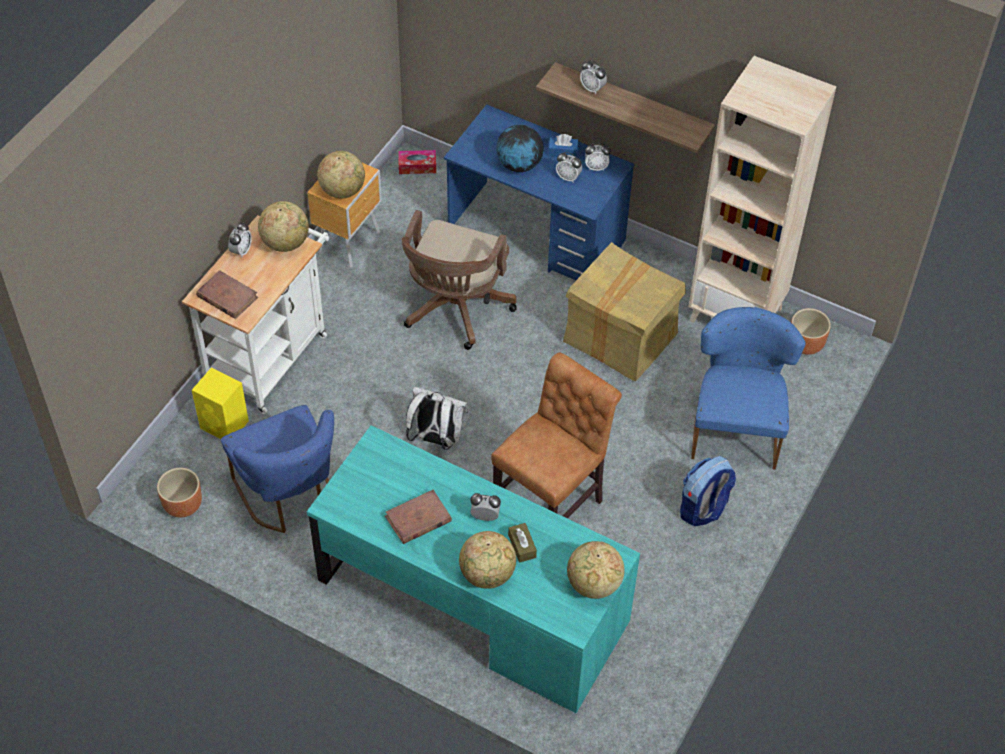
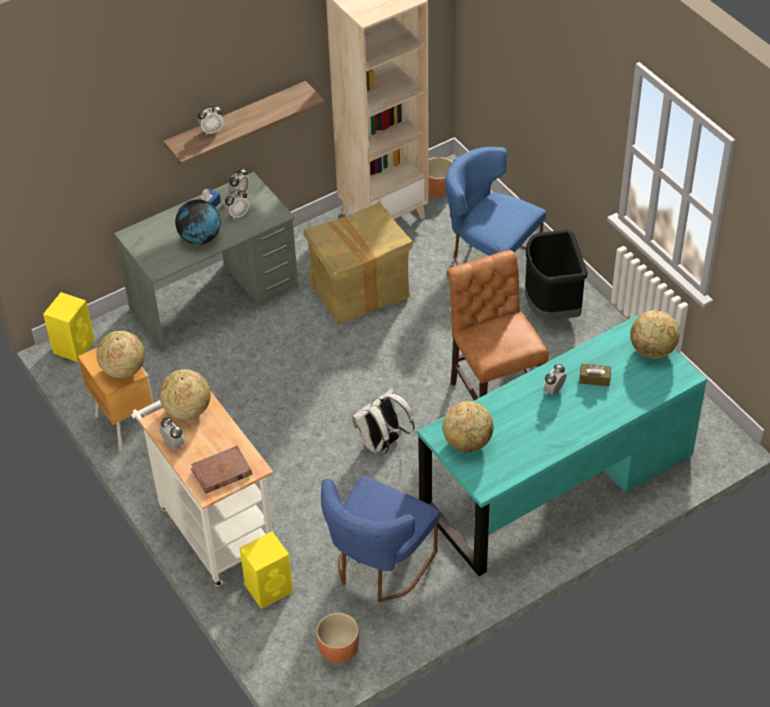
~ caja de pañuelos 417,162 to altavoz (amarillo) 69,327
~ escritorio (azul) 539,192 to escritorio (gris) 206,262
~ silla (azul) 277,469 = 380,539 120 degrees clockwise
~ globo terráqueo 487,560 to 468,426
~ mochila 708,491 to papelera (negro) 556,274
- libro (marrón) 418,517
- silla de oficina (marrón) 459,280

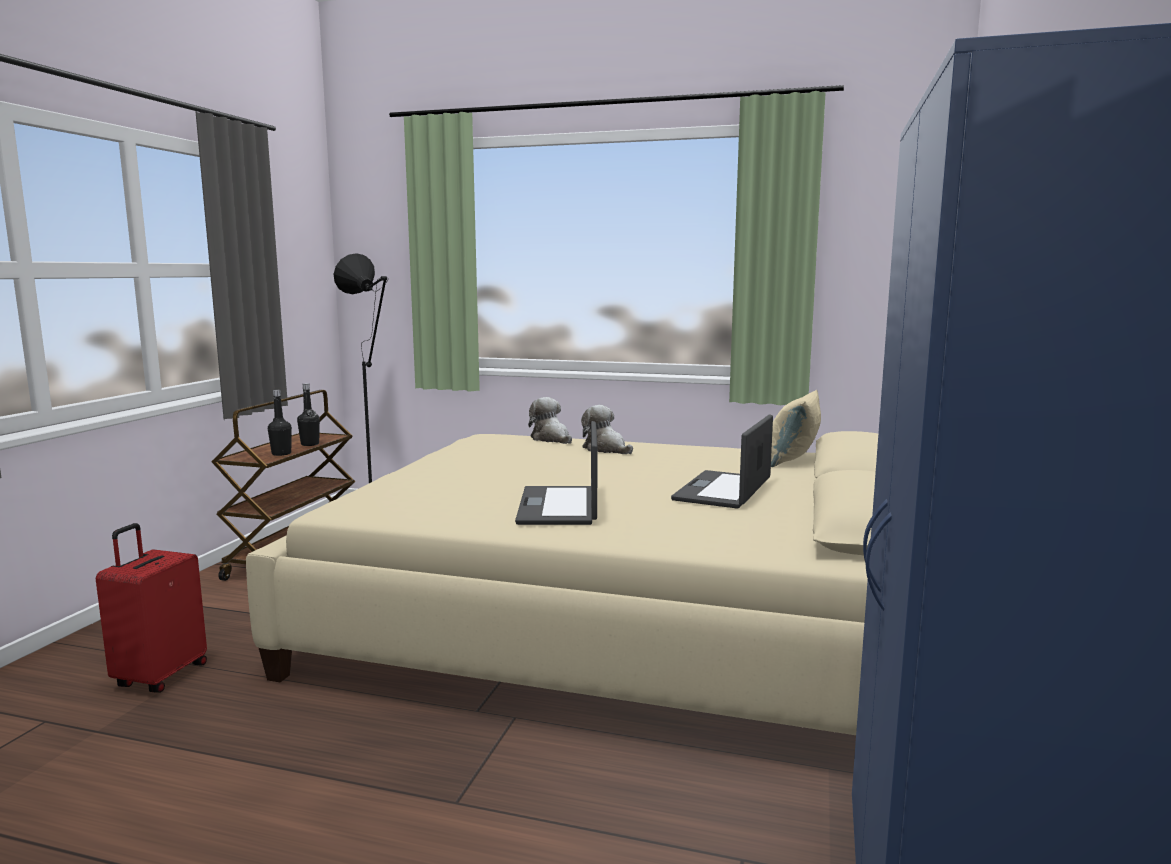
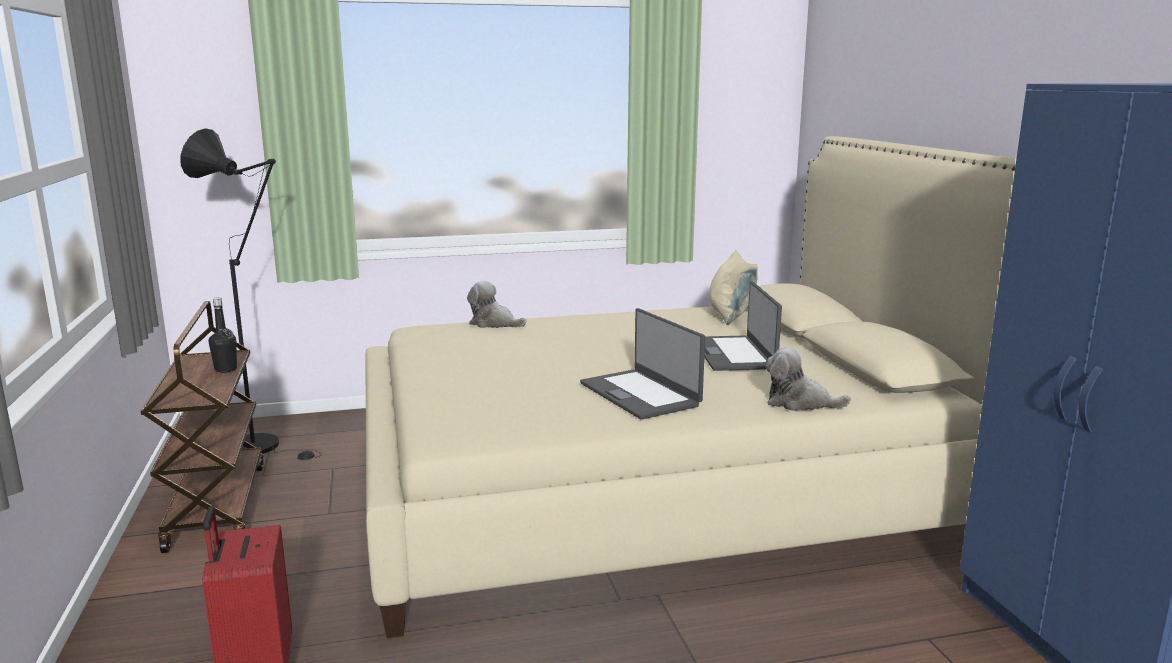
~ peluche 607,429 to 808,379
- botella (negro) 280,423

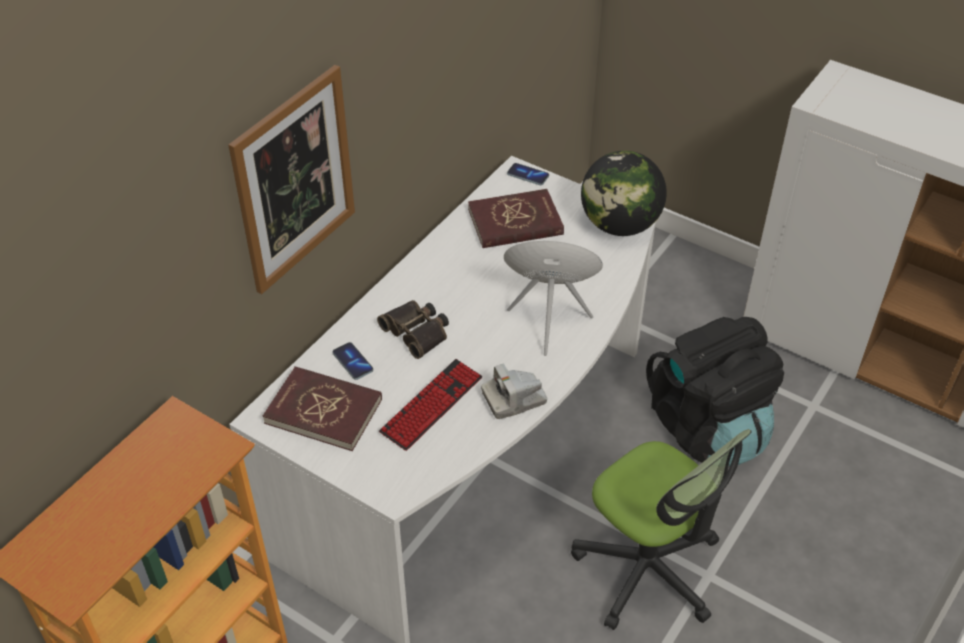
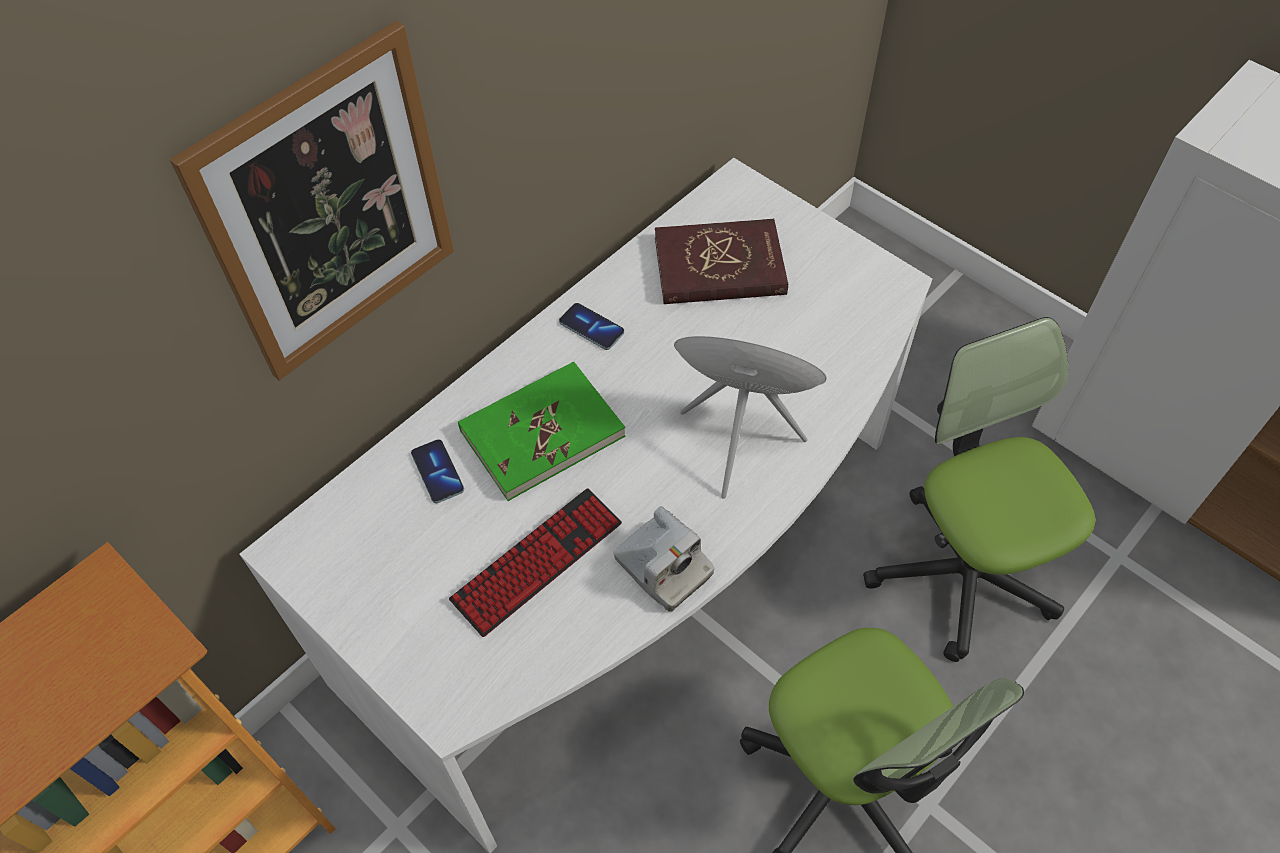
~ prismáticos 413,329 to libro (verde) 542,431
~ móvil 528,174 to 591,326
~ cámara 514,391 = 663,559 120 degrees counterclockwise
~ mochila (negro) 715,391 to silla de oficina 979,489
- libro (rojo) 322,408
- globo terráqueo 624,193

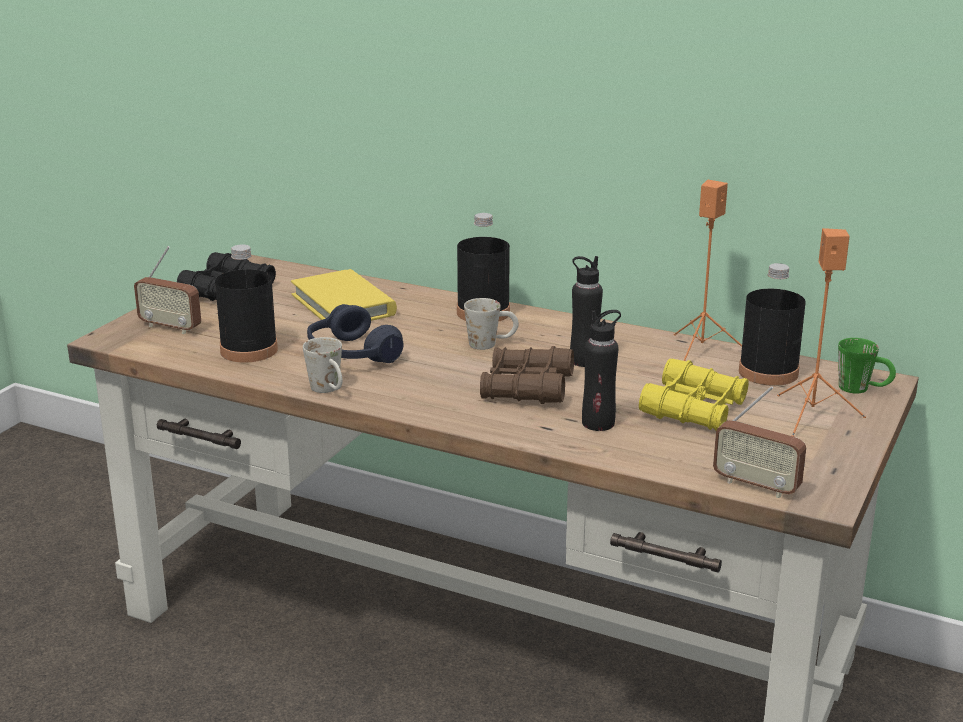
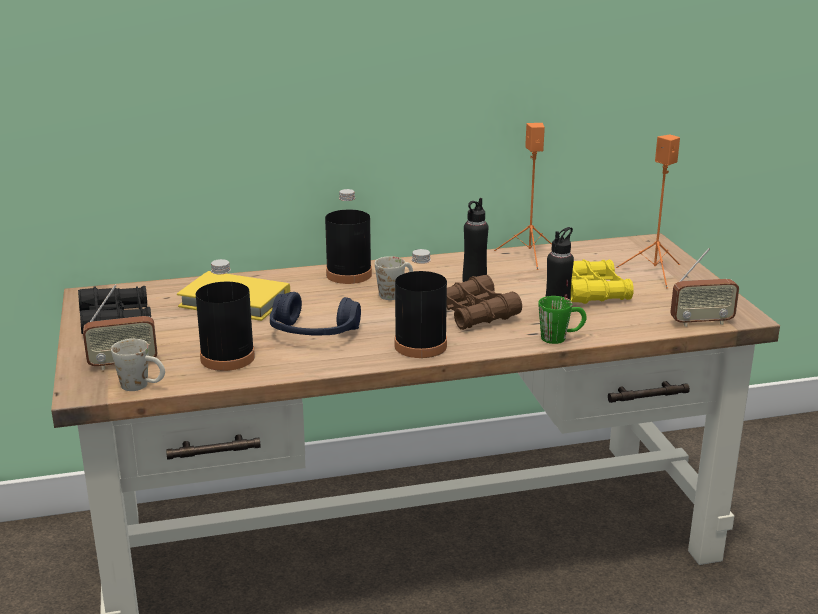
~ taza grande (blanco) 322,365 to 138,365
~ botella (negro) 772,324 to 420,303
~ taza grande (verde) 867,366 to 562,320

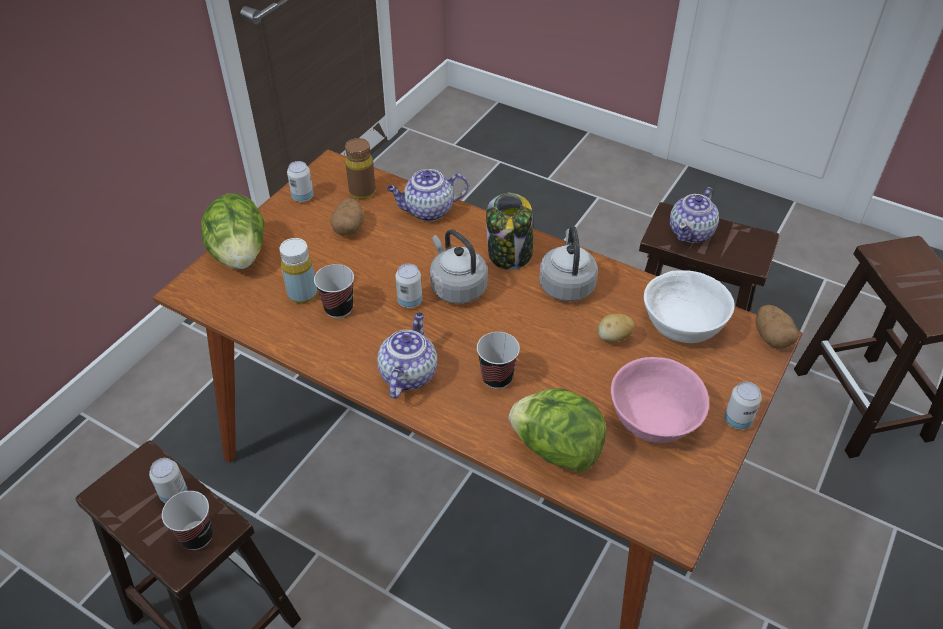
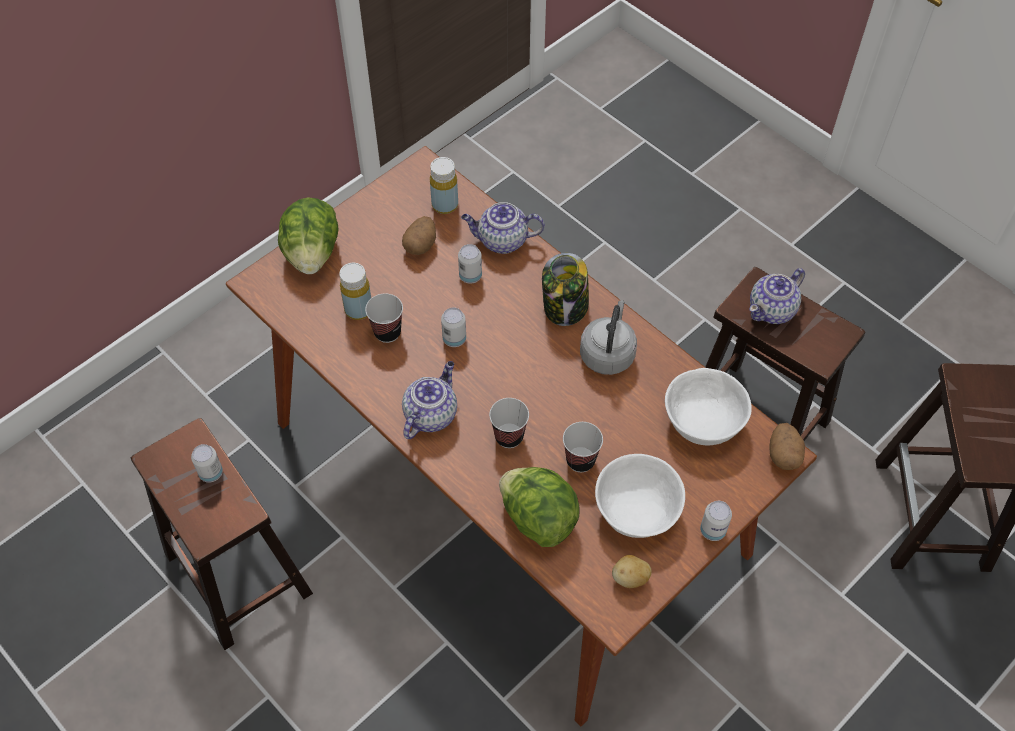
~ botella (marrón) 360,168 to botella (amarillo) 444,185
~ lata 300,181 to 470,264
~ taza 187,520 to 583,447
~ cuenco (rosa) 660,400 to cuenco (blanco) 640,496
~ patata 615,328 to 632,571
- hervidor (gris) 459,266

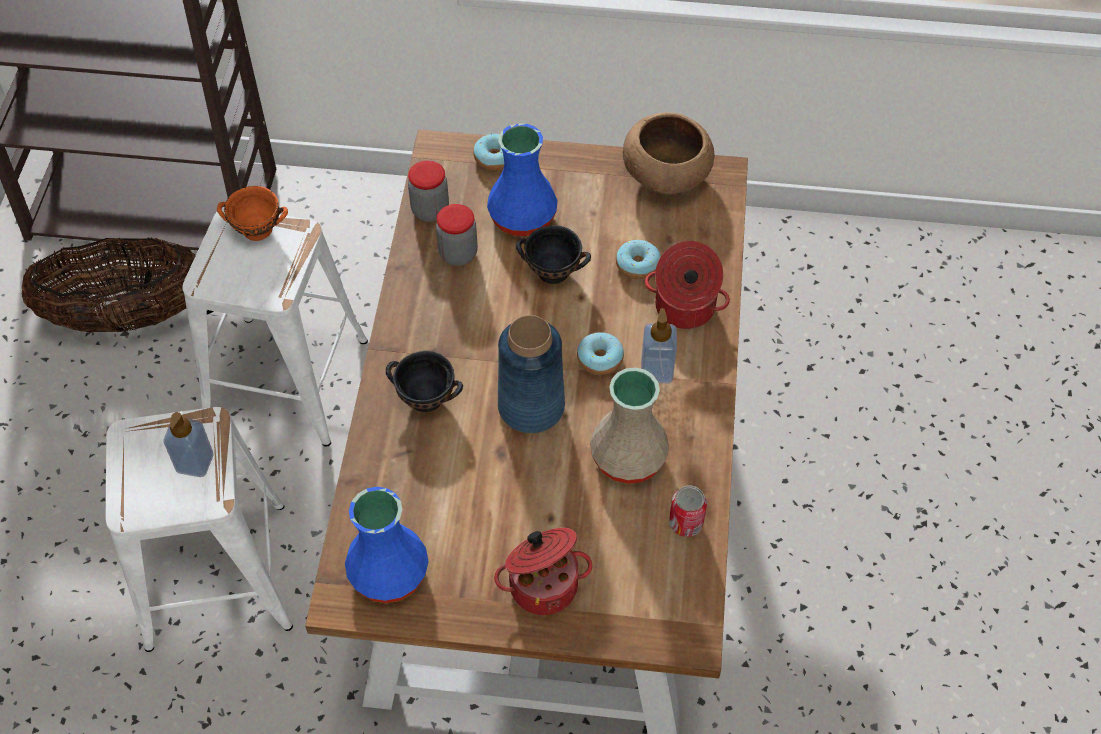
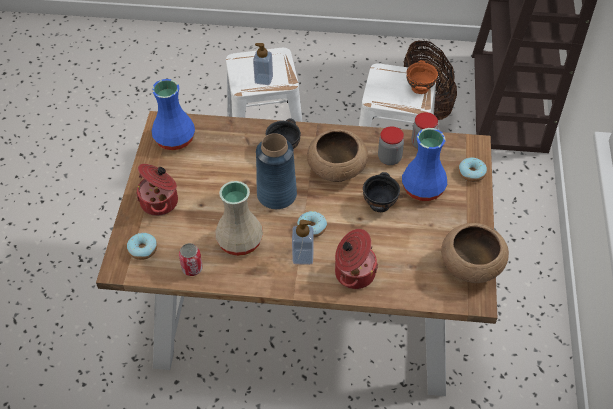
~ rosquilla 638,260 to 142,246
+ cuenco (marrón) 337,155

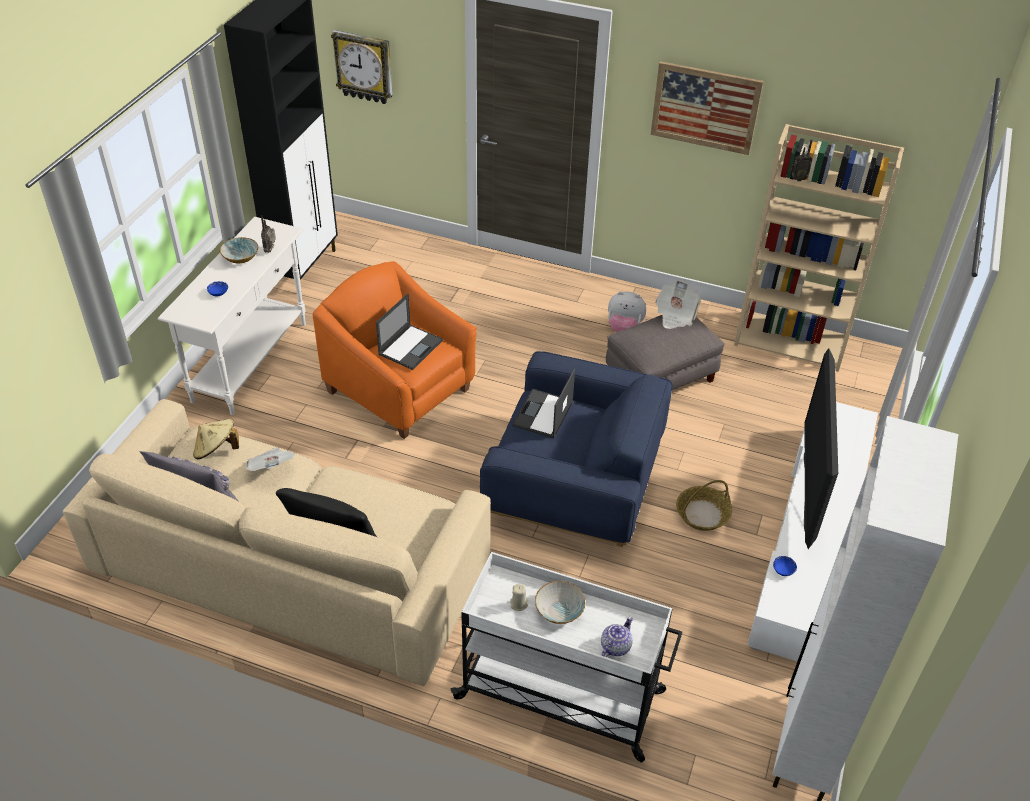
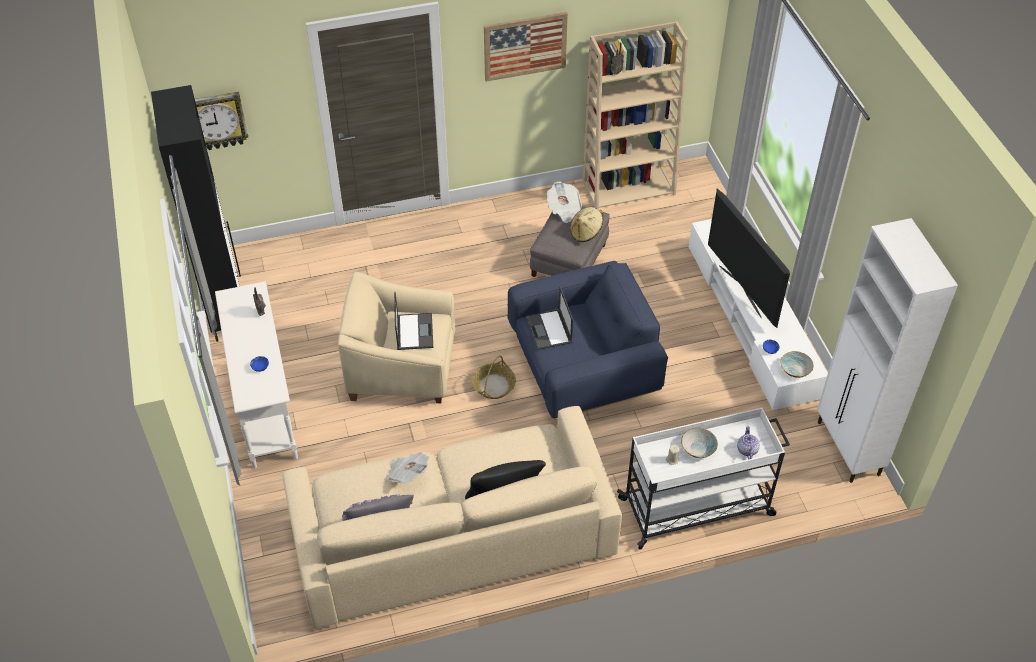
~ sillón (naranja) 394,350 to sillón (beis) 396,337
~ cesta 704,505 to 494,377
~ sombrero (beis) 216,439 to 586,224
~ cuenco 239,250 to 797,364
- peluche 627,311

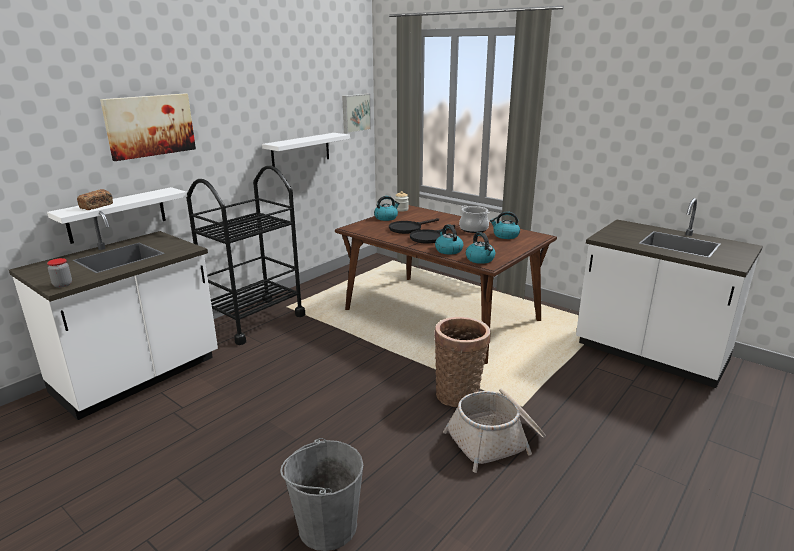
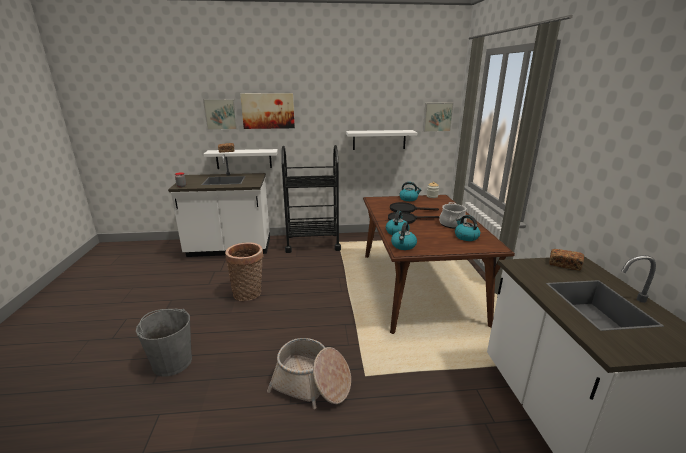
+ cuadro 220,114
~ cesta 462,362 to 244,271
+ pan 566,260

